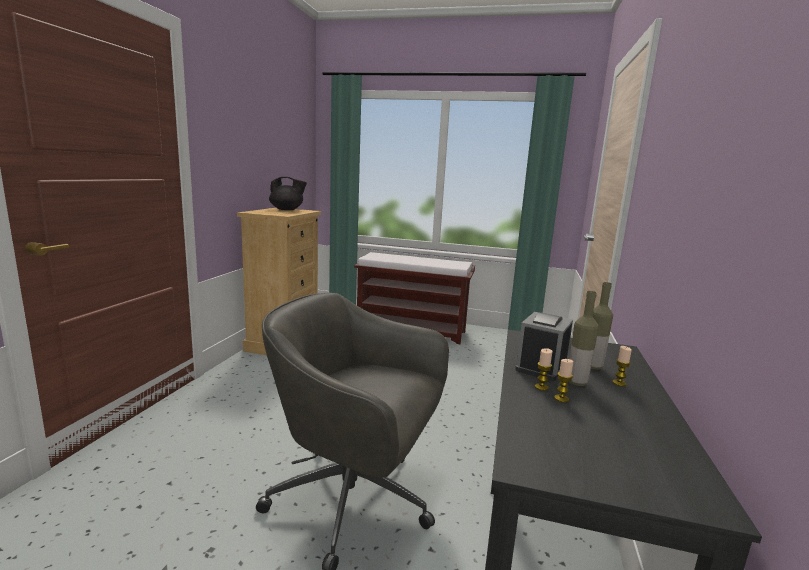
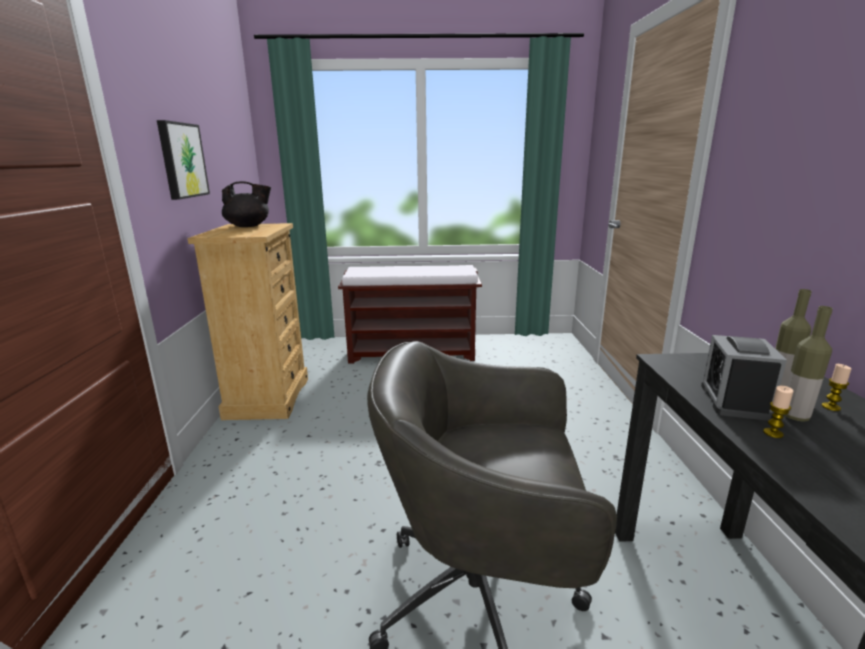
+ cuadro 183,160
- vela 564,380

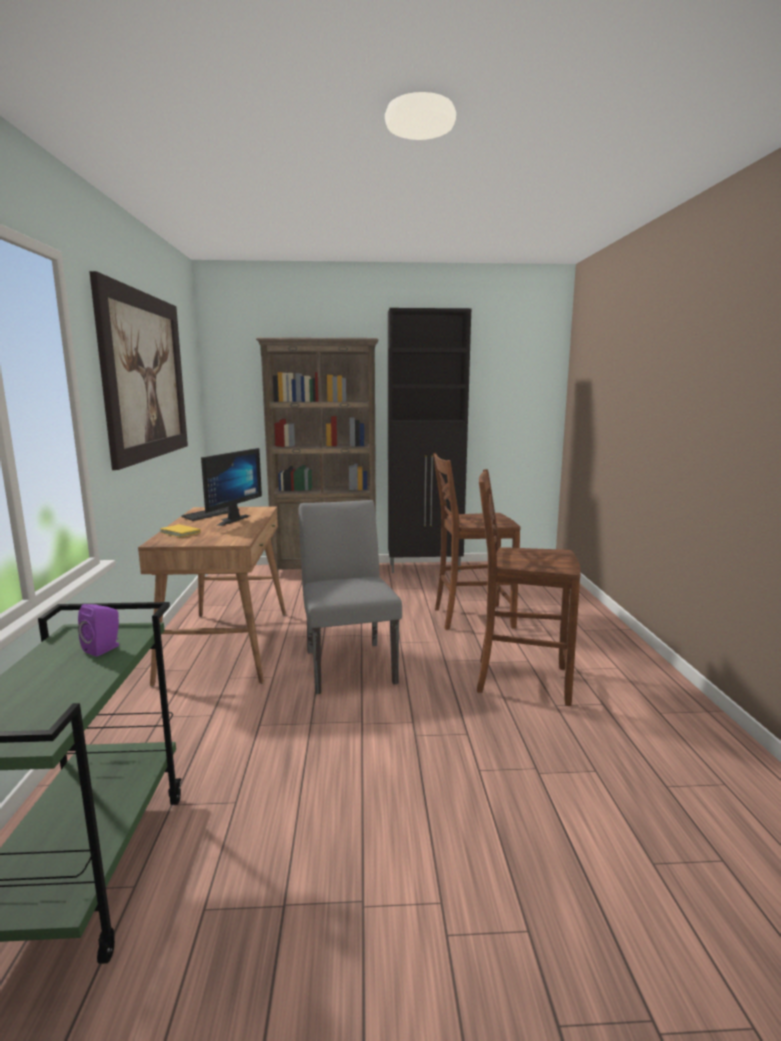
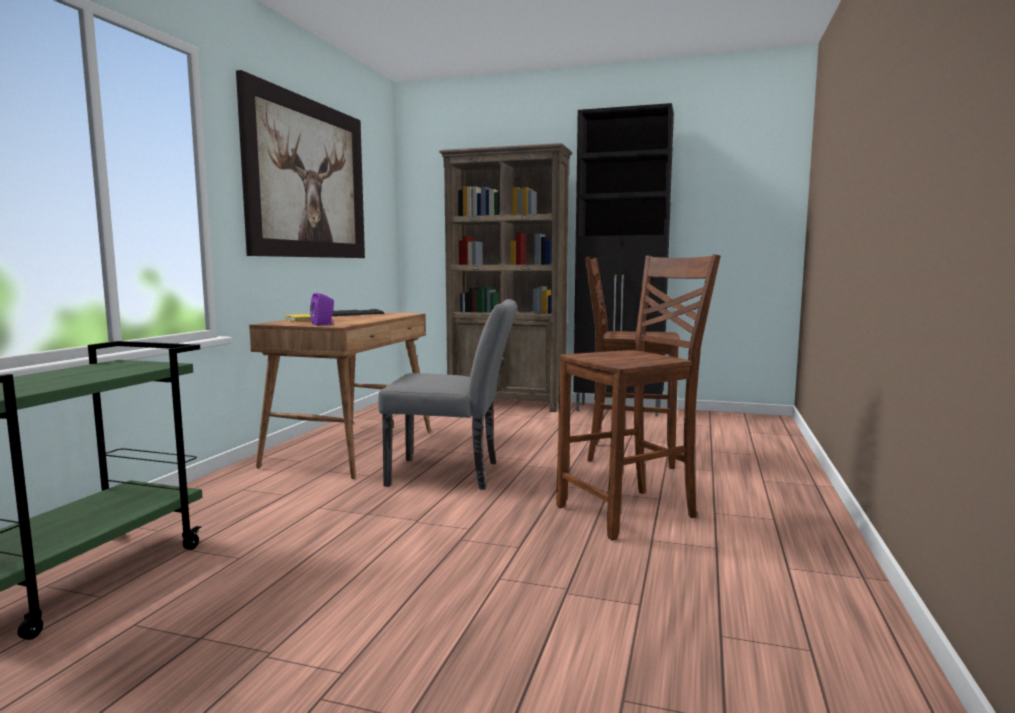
~ altavoz (morado) 98,630 to 322,309
~ silla (gris) 350,597 = 448,394 90 degrees clockwise
~ silla (marrón) 529,587 = 638,397 120 degrees clockwise
- monitor 231,487

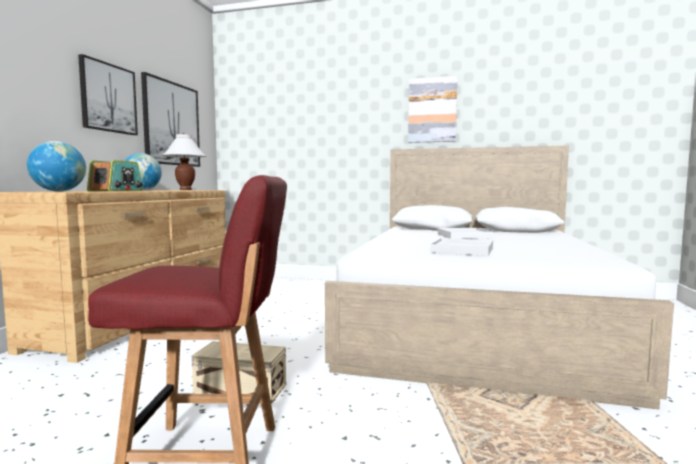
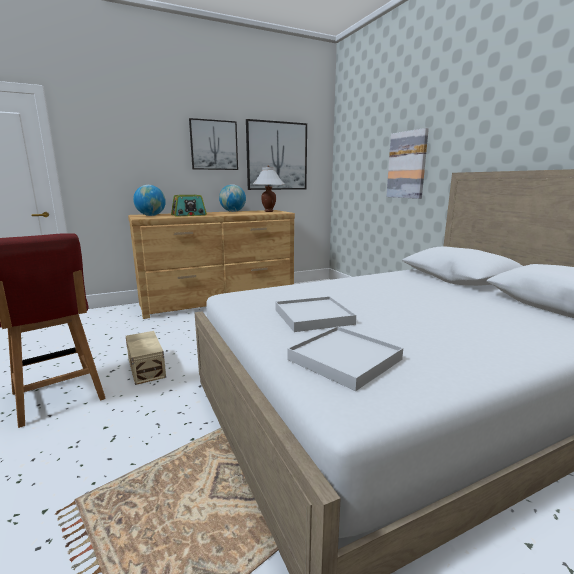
~ bandeja (blanco) 465,233 to 345,358
~ cuadro 432,109 to 407,163

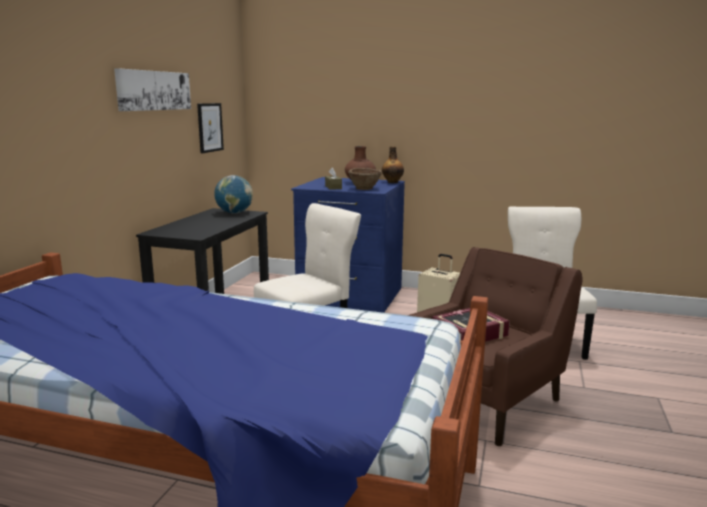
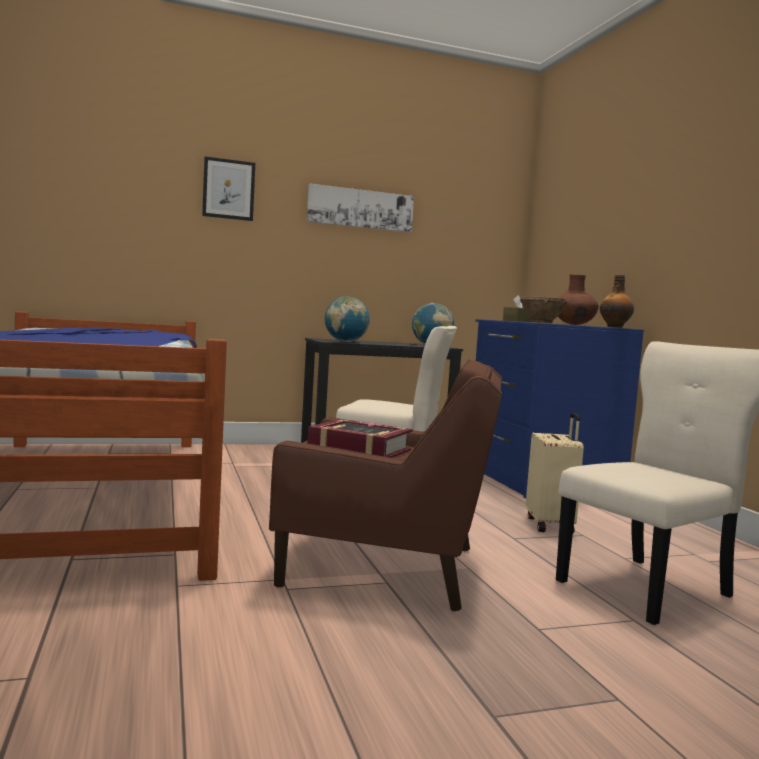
~ cuadro 210,128 to 228,189
+ globo terráqueo 347,319

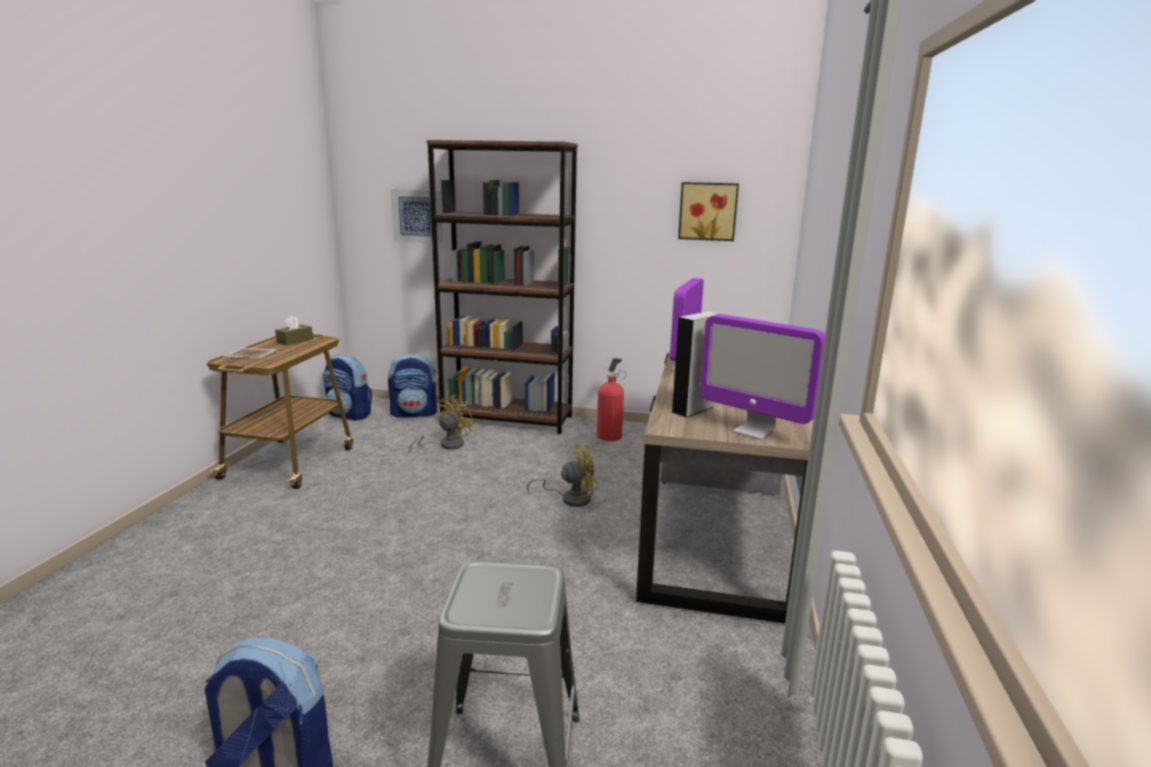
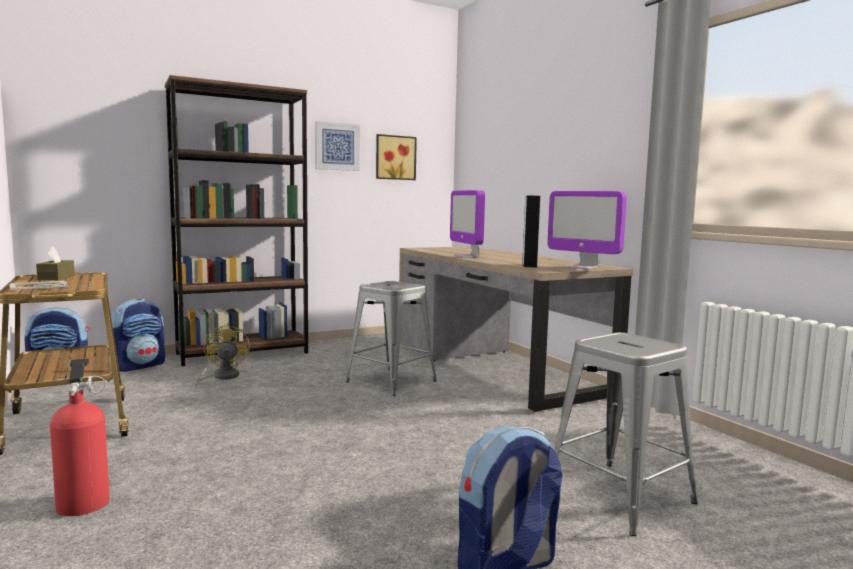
~ extintor 611,399 to 80,437
~ cuadro 417,216 to 337,146
~ ventilador (amarillo) 563,475 to taburete (gris) 391,338
~ monitor 762,377 = 587,230 45 degrees clockwise

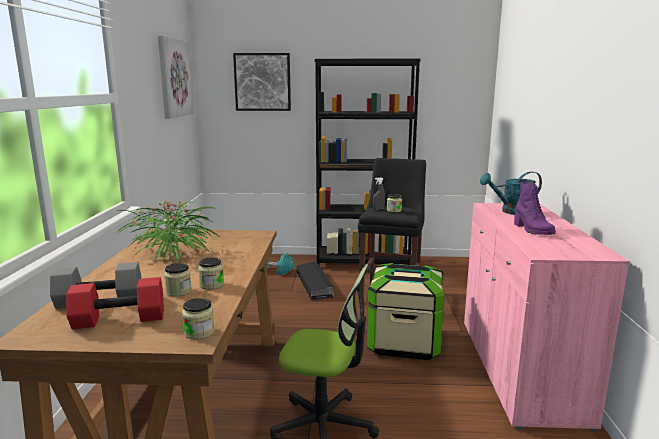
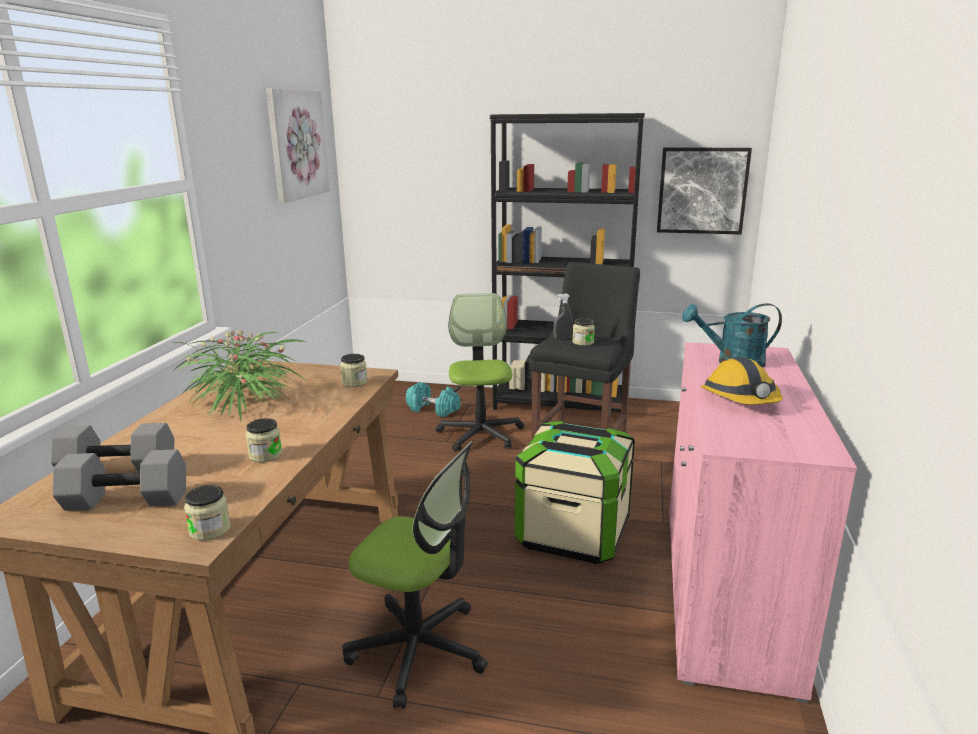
~ mancuerna (rojo) 115,303 to mancuerna (gris) 119,480
~ tarro 178,280 to 353,370
~ caja de almacenaje (negro) 315,281 to silla de oficina 480,372
~ cuadro 262,82 to 704,191
~ bota (morado) 535,208 to casco 742,381

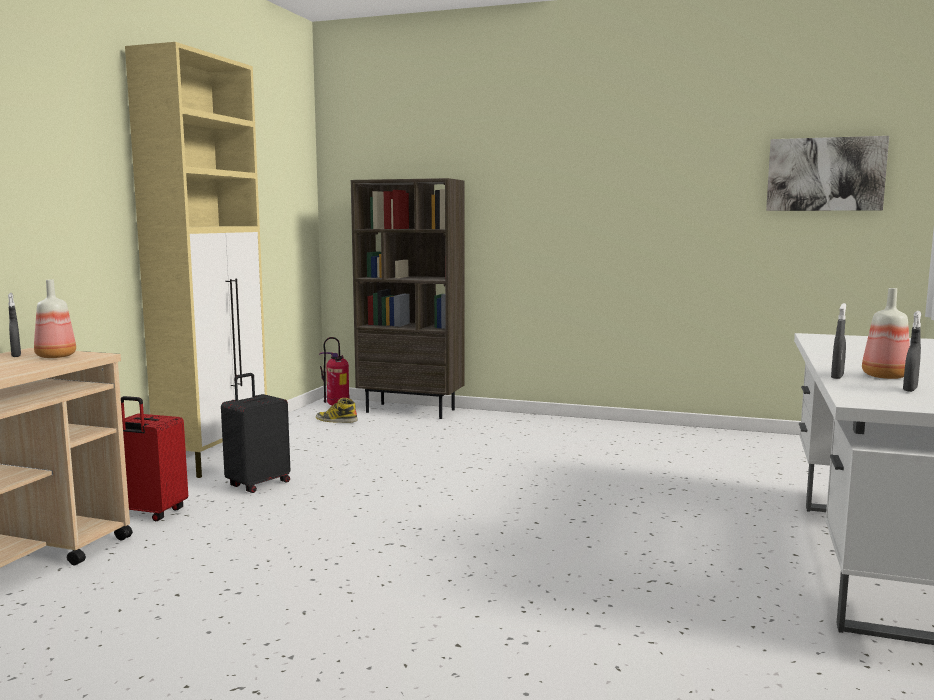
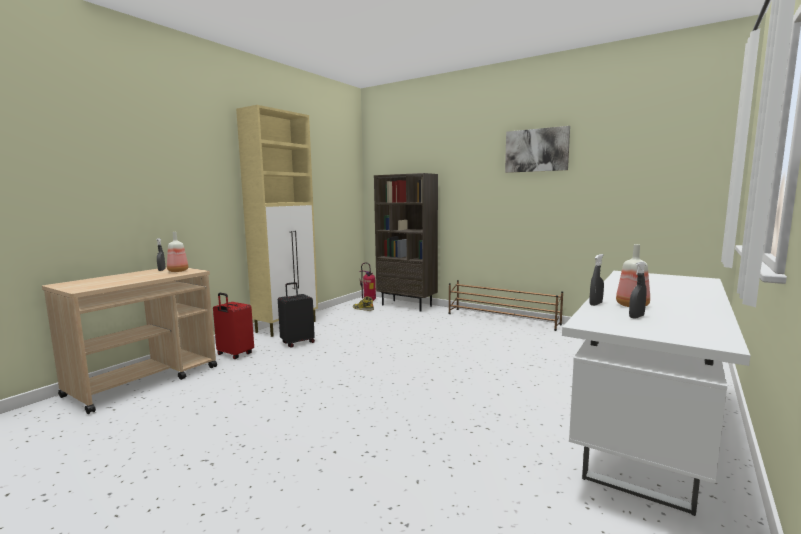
+ zapatero (marrón) 506,305
~ cuadro 827,173 to 537,149

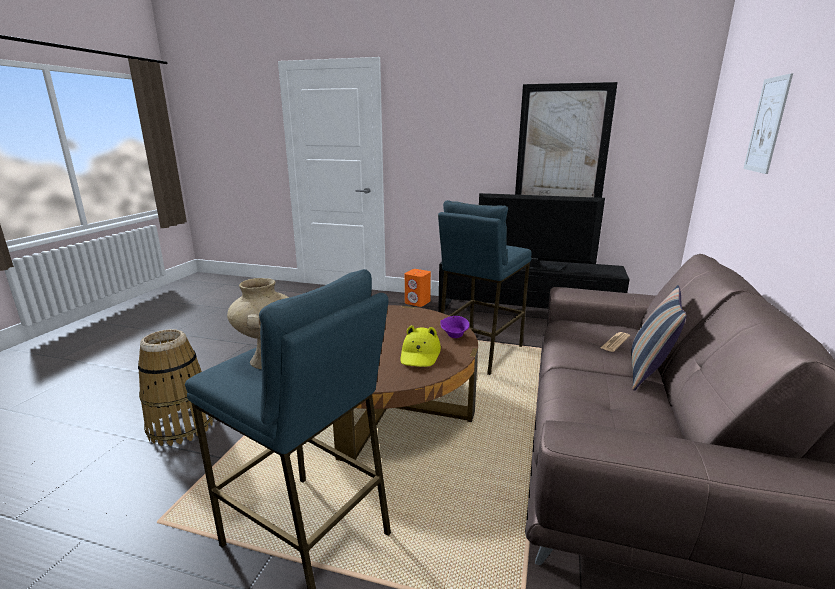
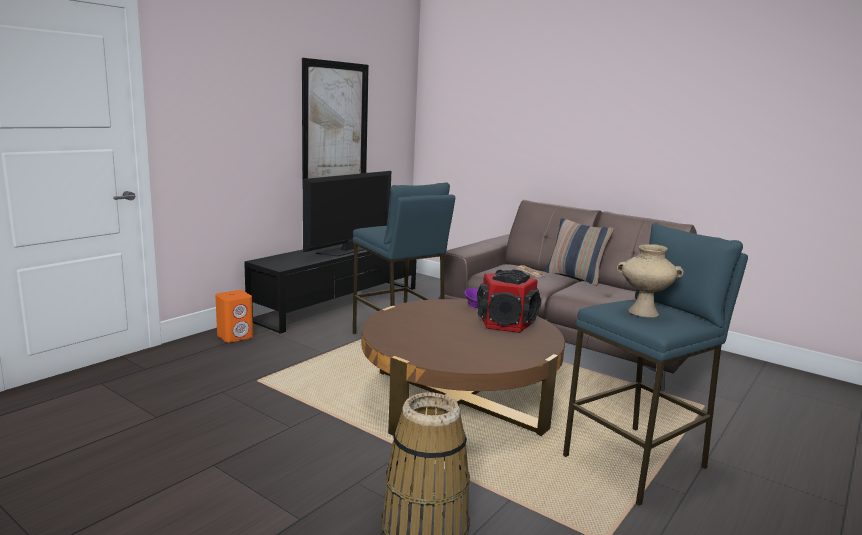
~ sombrero (amarillo) 420,346 to altavoz 509,301
- cuadro 768,123

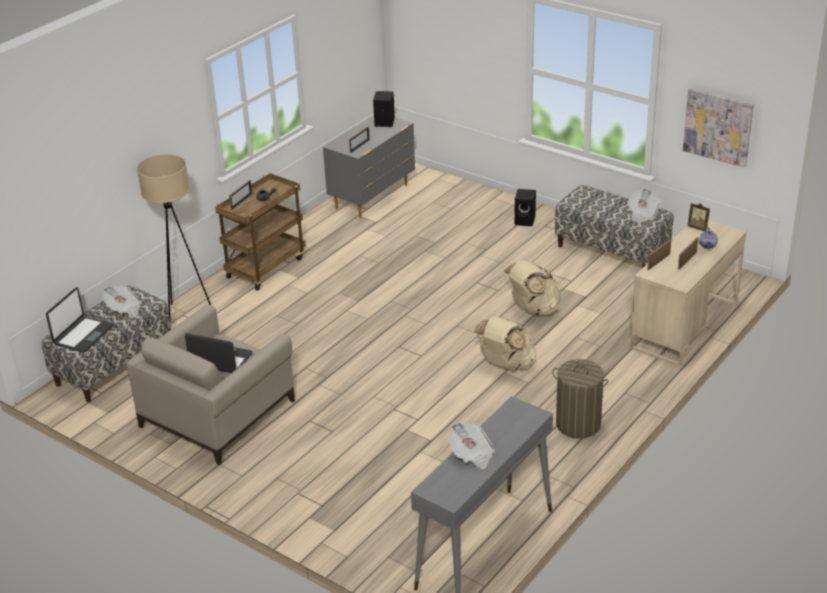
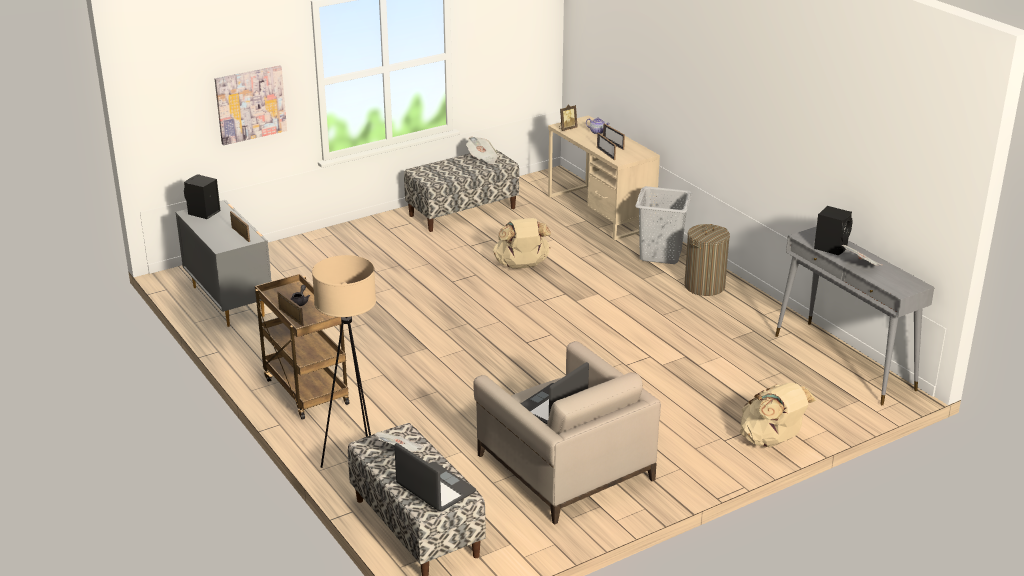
~ cuadro 718,128 to 251,105
+ cesto de la ropa (gris) 663,225
~ mochila (beis) 505,344 to 778,415
~ altavoz (negro) 525,207 to 833,230

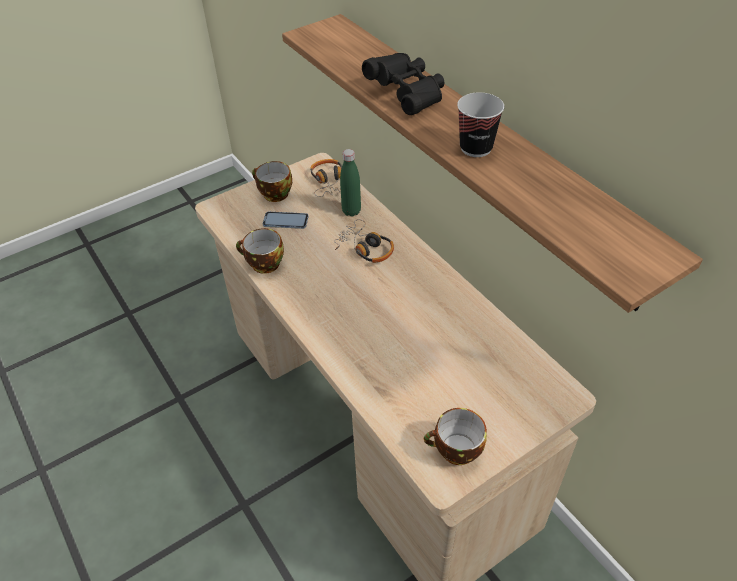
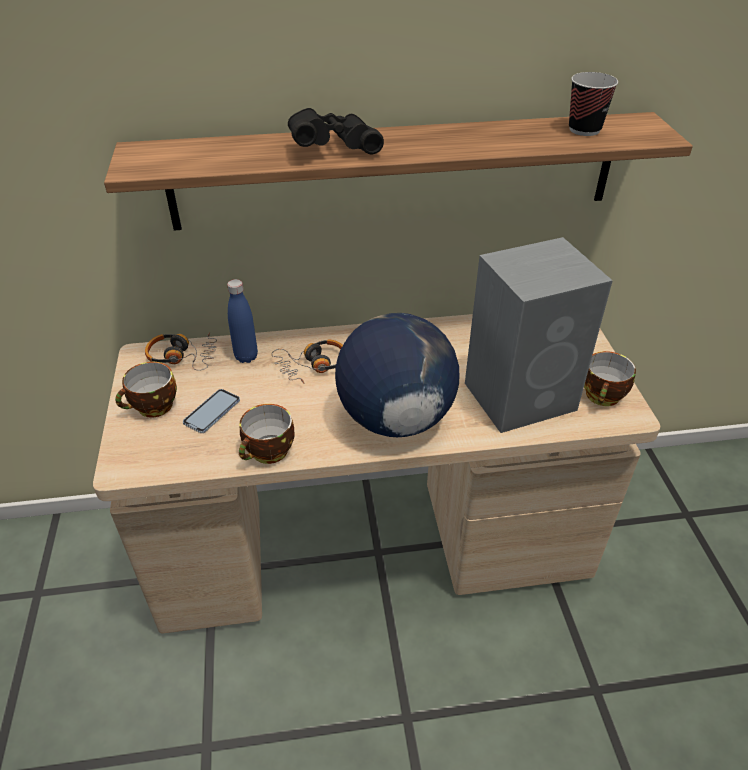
~ botella (verde) 350,183 to botella (azul) 242,321
+ globo terráqueo 397,375
+ altavoz (gris) 539,335
~ taza 480,124 to 593,104

